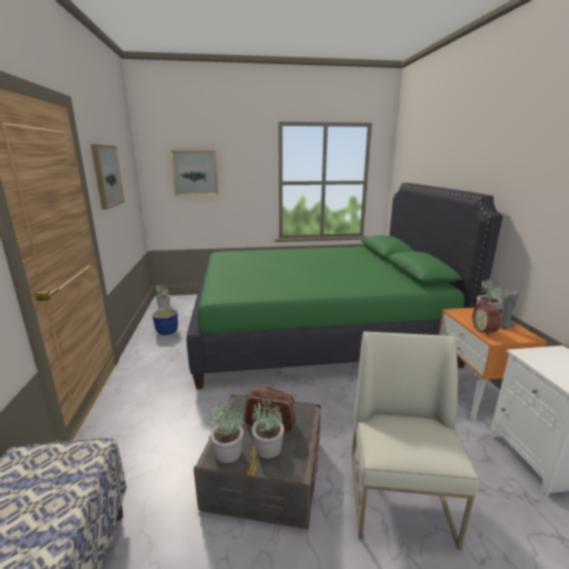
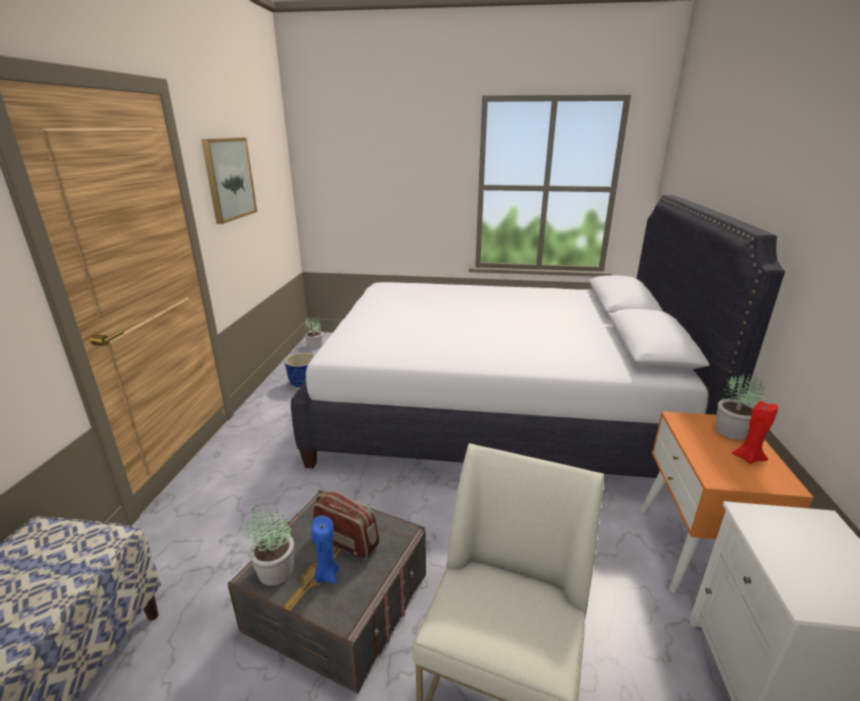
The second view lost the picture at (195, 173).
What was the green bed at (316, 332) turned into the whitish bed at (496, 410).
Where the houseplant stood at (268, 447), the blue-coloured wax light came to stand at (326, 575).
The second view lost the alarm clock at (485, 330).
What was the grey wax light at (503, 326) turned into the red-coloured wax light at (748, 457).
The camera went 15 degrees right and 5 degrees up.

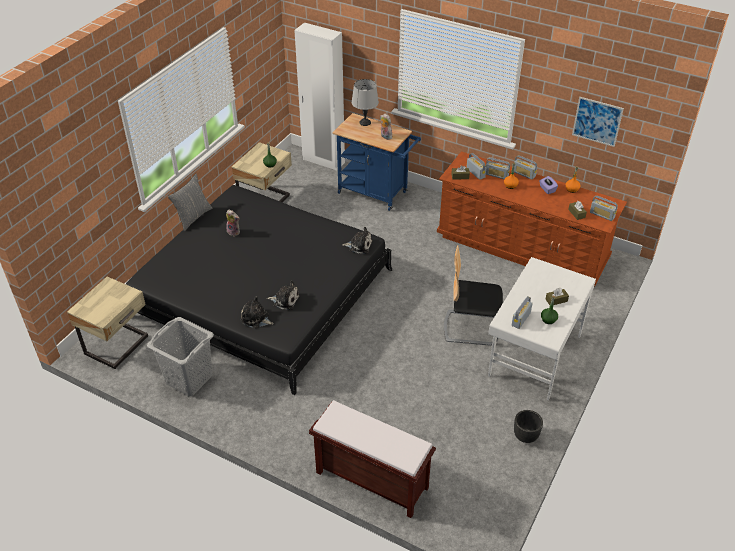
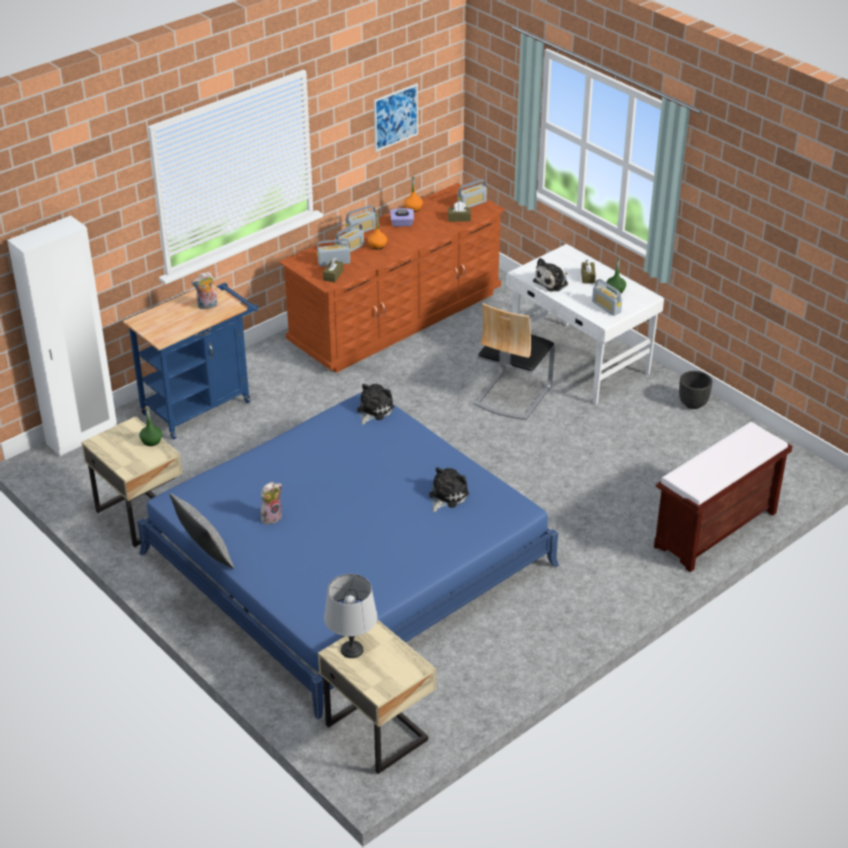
What was the blackish bed at (261, 293) turned into the blue-coloured bed at (348, 559).
The second view lost the grey washing basket at (189, 378).
The plush toy ended up elsewhere, having gone from (256, 319) to (552, 282).
The grey table lamp ended up elsewhere, having gone from (364, 122) to (351, 650).
The camera went 70 degrees left and 5 degrees down.

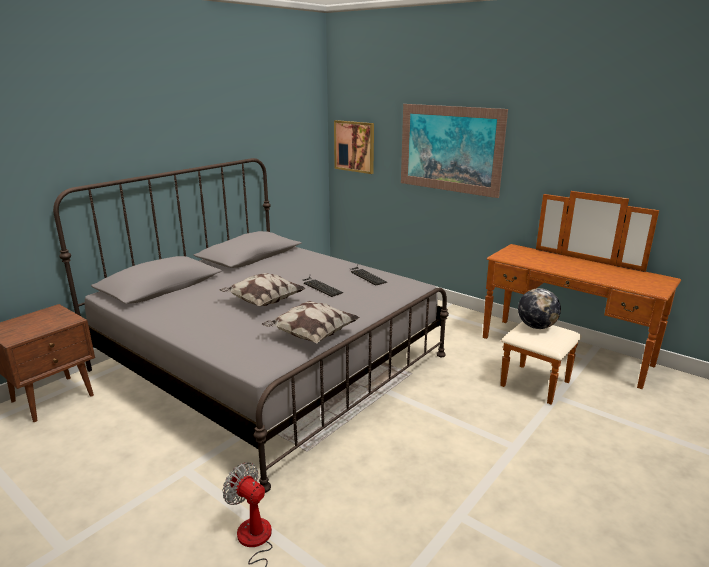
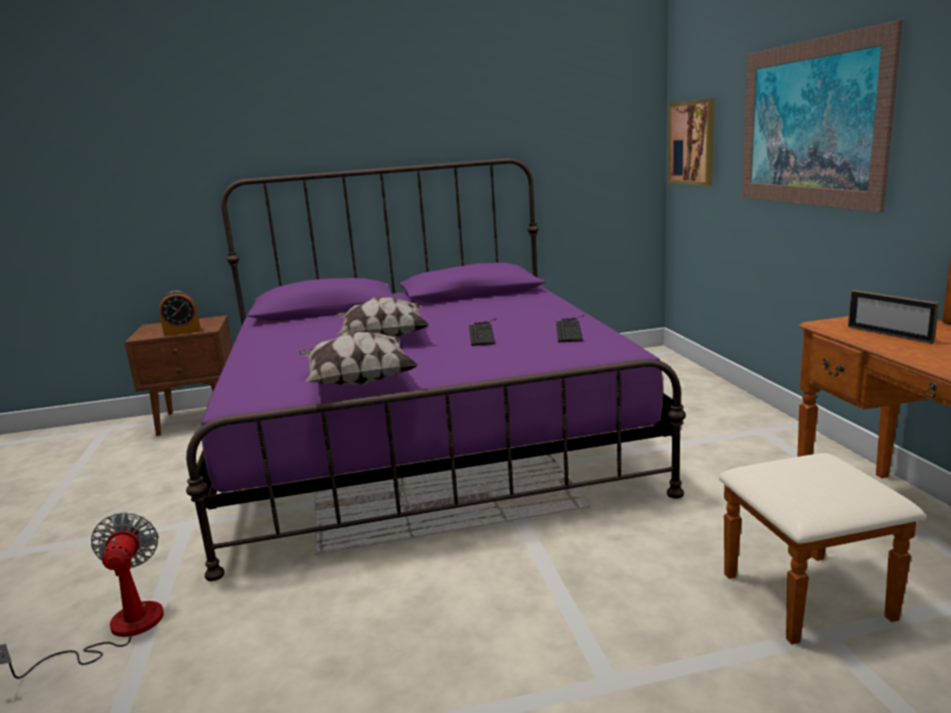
What was the grey bed at (269, 363) turned into the purple bed at (424, 439).
The second view lost the desk globe at (536, 326).
The second view gained the alarm clock at (182, 332).
The second view gained the picture frame at (888, 335).
The camera went 40 degrees right and 5 degrees down.

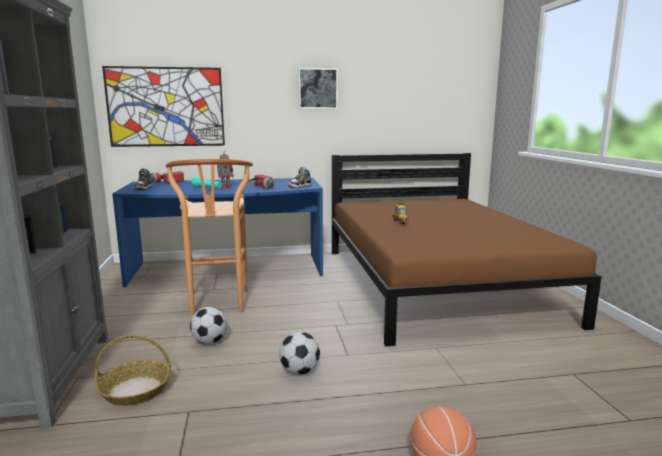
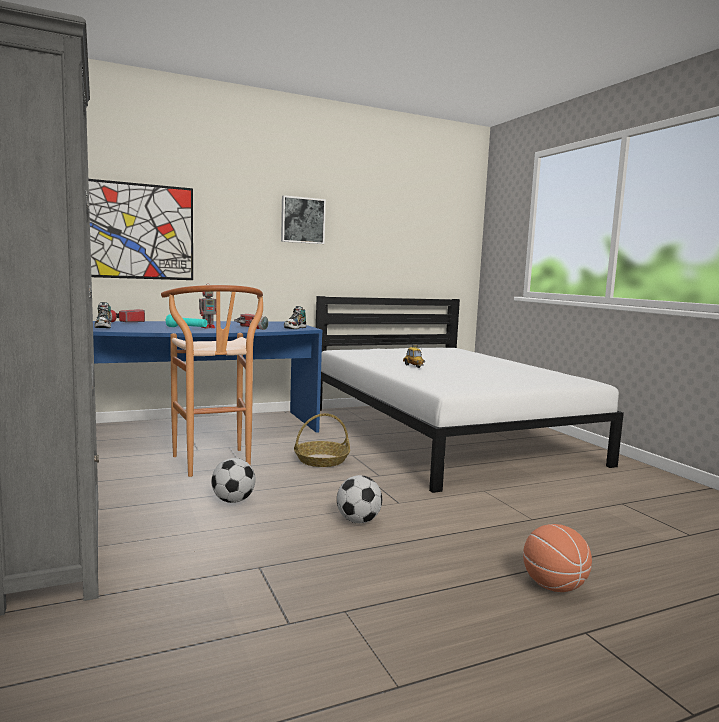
The household basket ended up elsewhere, having gone from (135, 390) to (321, 460).
What was the brown-coloured bed at (435, 283) turned into the whitish bed at (444, 434).
The camera went 15 degrees left and 5 degrees down.

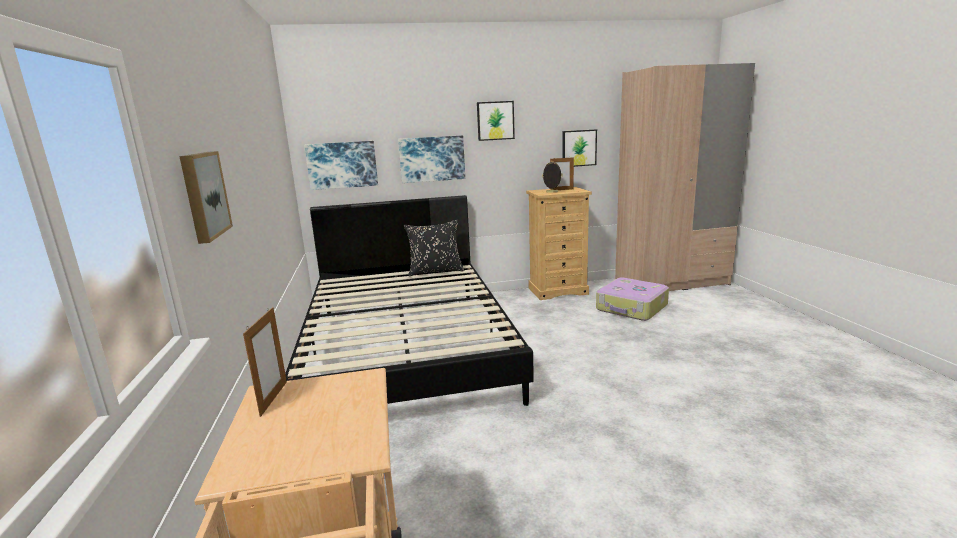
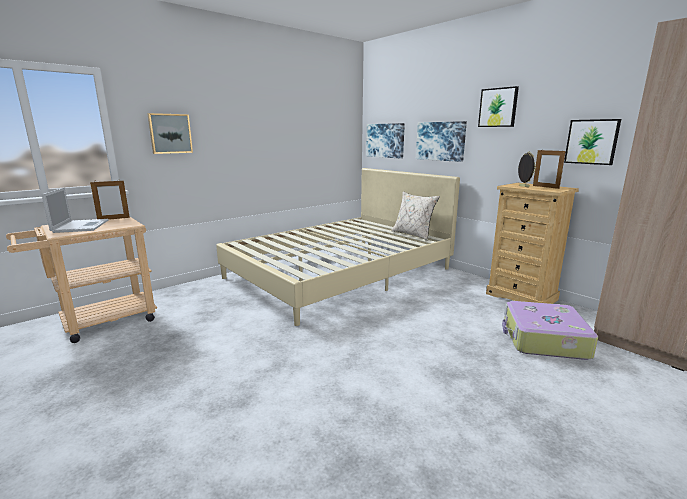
What was the blackish bed at (407, 348) turned into the beige bed at (340, 273).
What was the blackish throw pillow at (435, 271) turned into the beige throw pillow at (413, 234).
The second view gained the notebook computer at (81, 226).
The camera went 60 degrees right and 0 degrees up.

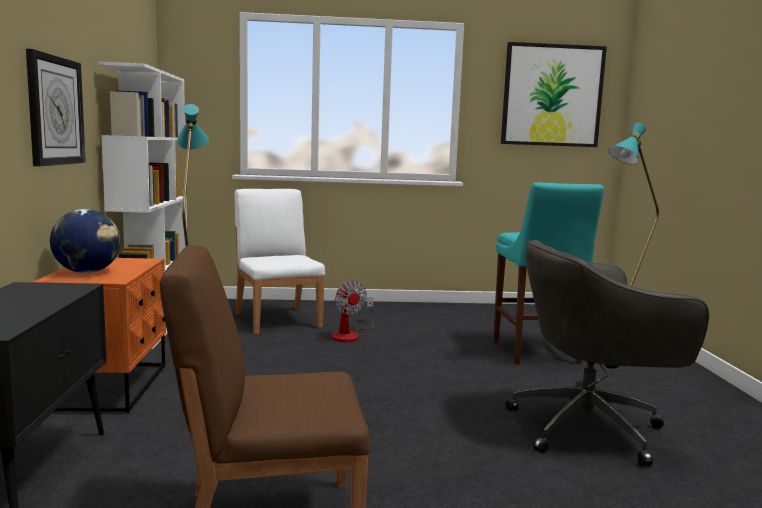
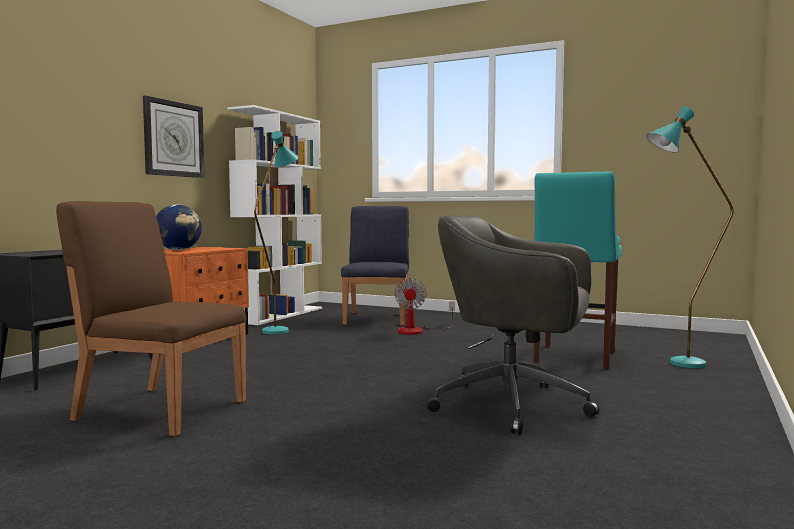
What was the whitish plain chair at (278, 319) turned into the blue-coloured plain chair at (377, 318).
The second view lost the picture at (552, 95).
The camera went 30 degrees right and 5 degrees down.

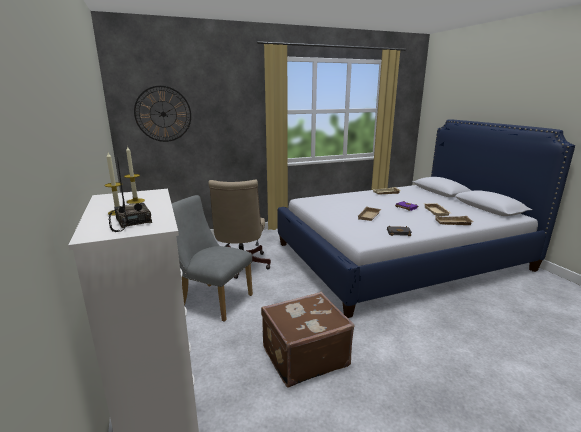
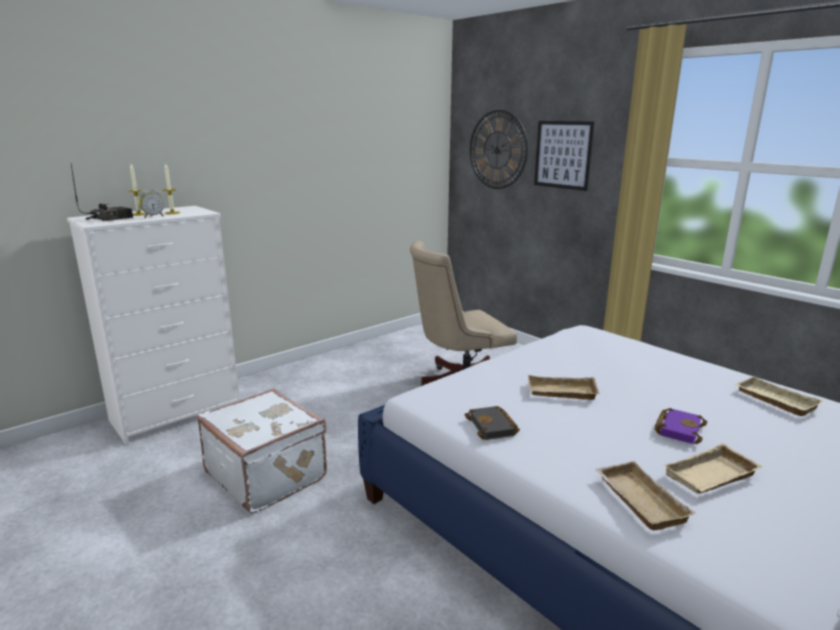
The second view lost the grey plain chair at (212, 300).
What was the brown-coloured suitcase at (303, 356) turned into the whitish suitcase at (267, 474).
The second view gained the alarm clock at (153, 217).
The second view gained the picture at (563, 155).
The camera went 70 degrees right and 0 degrees up.

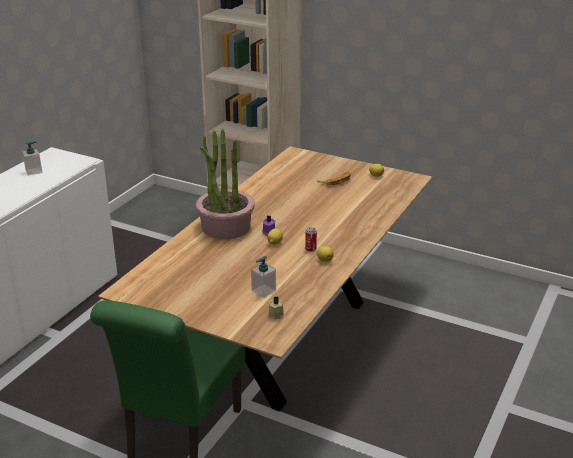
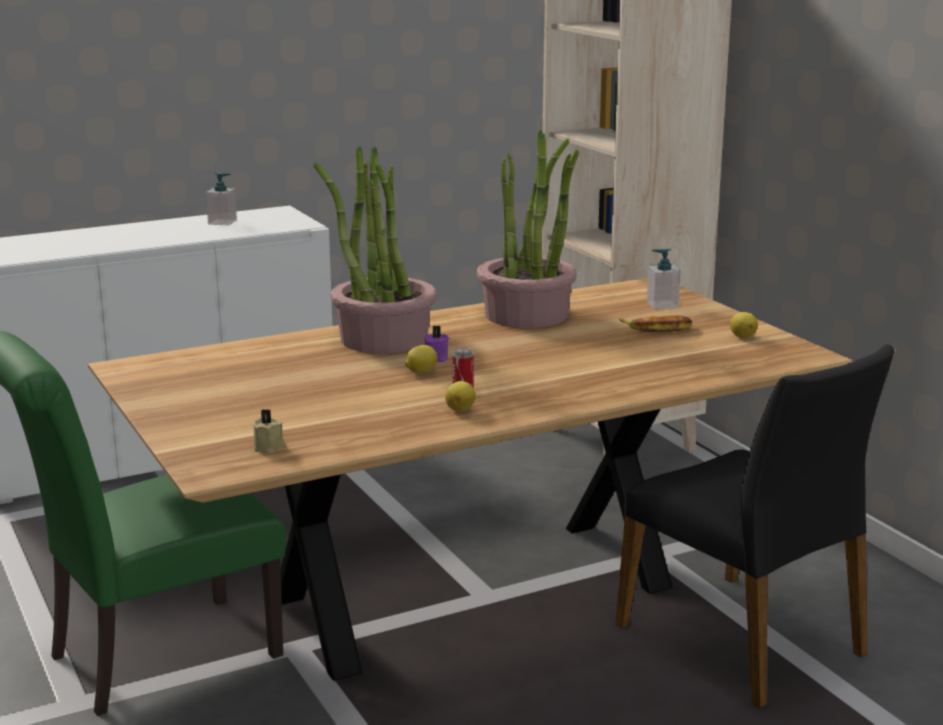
The soap dispenser ended up elsewhere, having gone from (263, 291) to (662, 304).
The second view gained the houseplant at (527, 315).
The second view gained the blackish plain chair at (743, 639).
The camera went 35 degrees right and 10 degrees down.

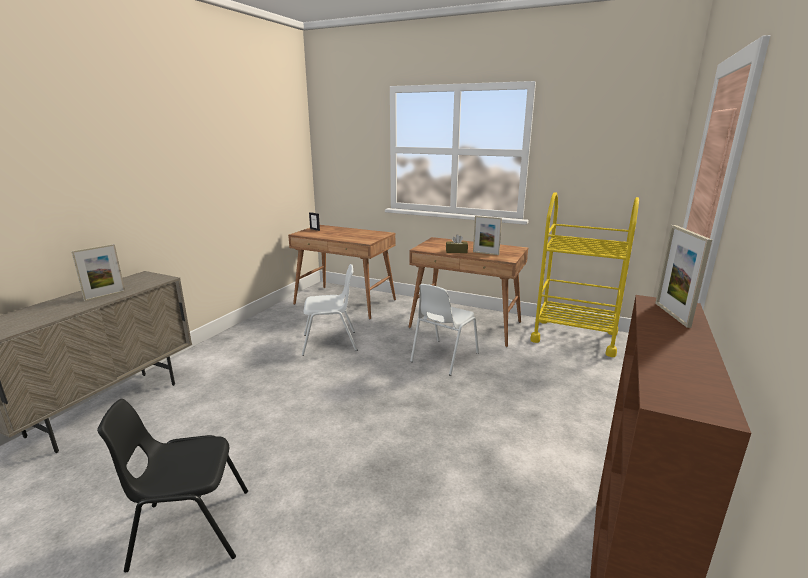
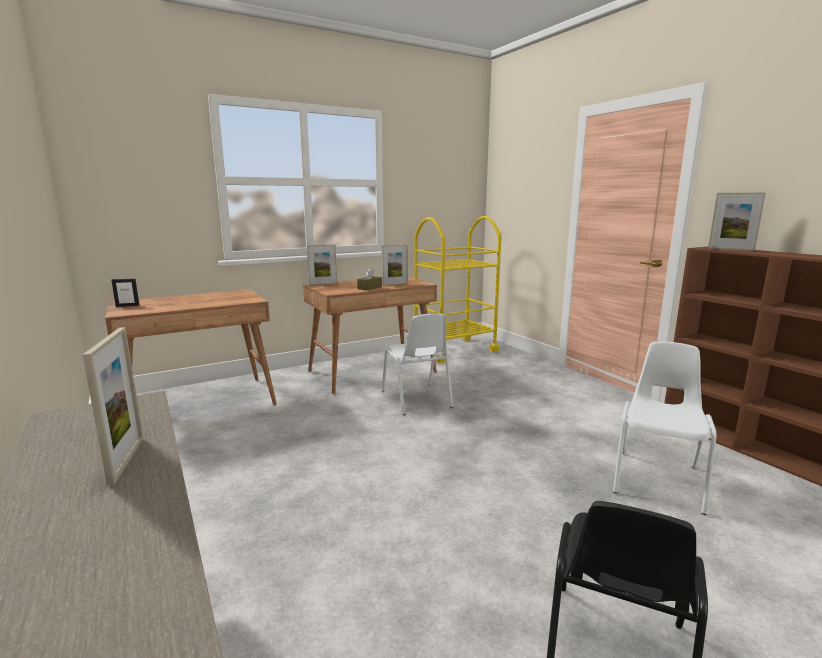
The whitish plain chair ended up elsewhere, having gone from (331, 343) to (658, 479).
The second view gained the picture frame at (323, 284).
The camera went 55 degrees left and 5 degrees down.

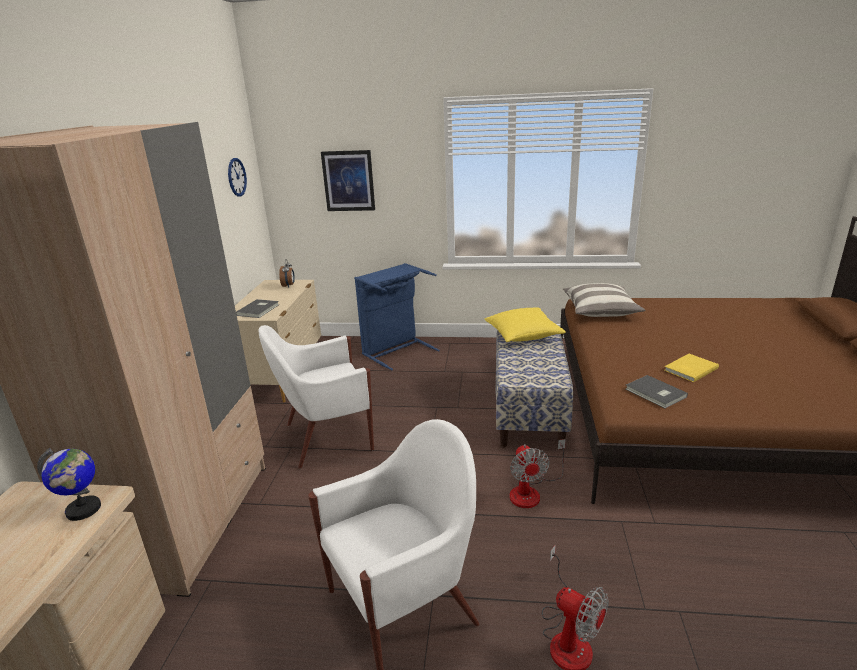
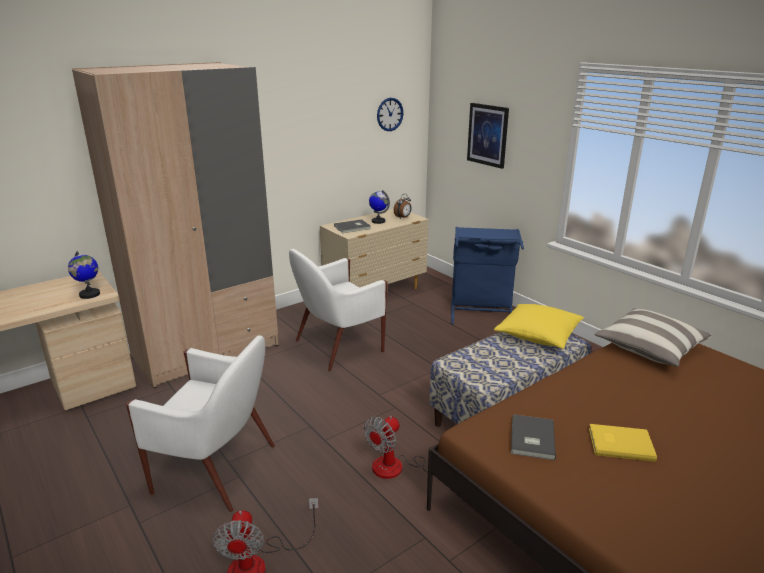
The whitish lounge chair at (326, 437) ended up facing another way, 60 degrees counterclockwise from before.
The second view gained the desk globe at (378, 221).
The camera went 45 degrees right and 0 degrees up.

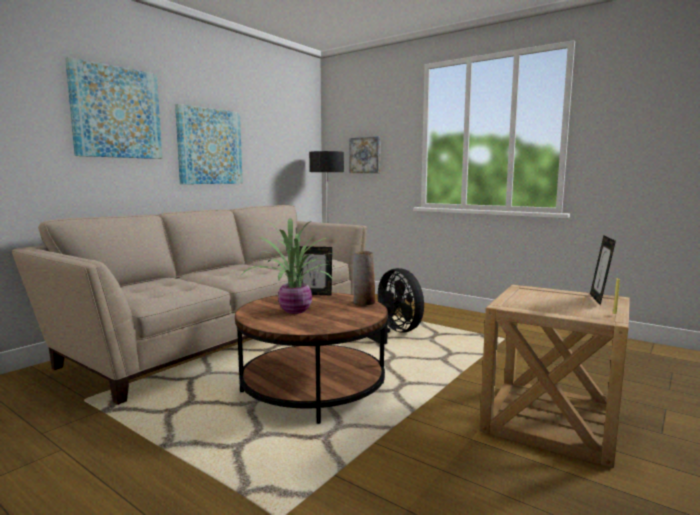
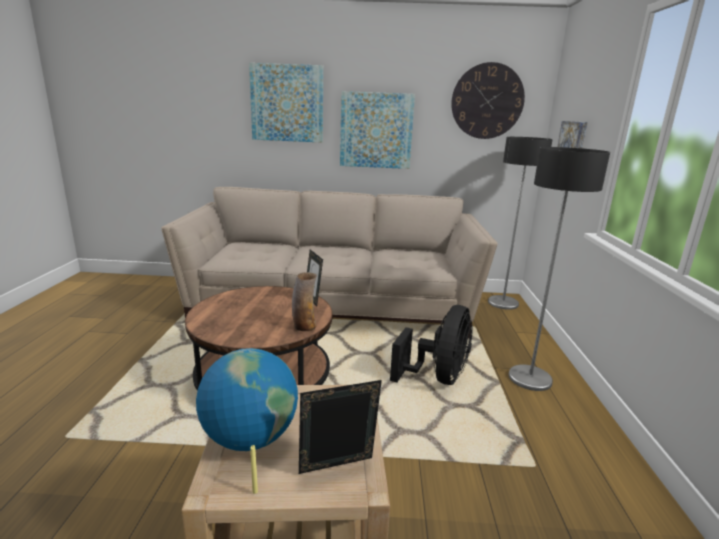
The second view lost the houseplant at (295, 310).
The second view gained the desk globe at (250, 438).
The second view gained the clock on the wall at (487, 101).
The second view gained the standard lamp at (529, 378).
The camera went 55 degrees right and 10 degrees up.

